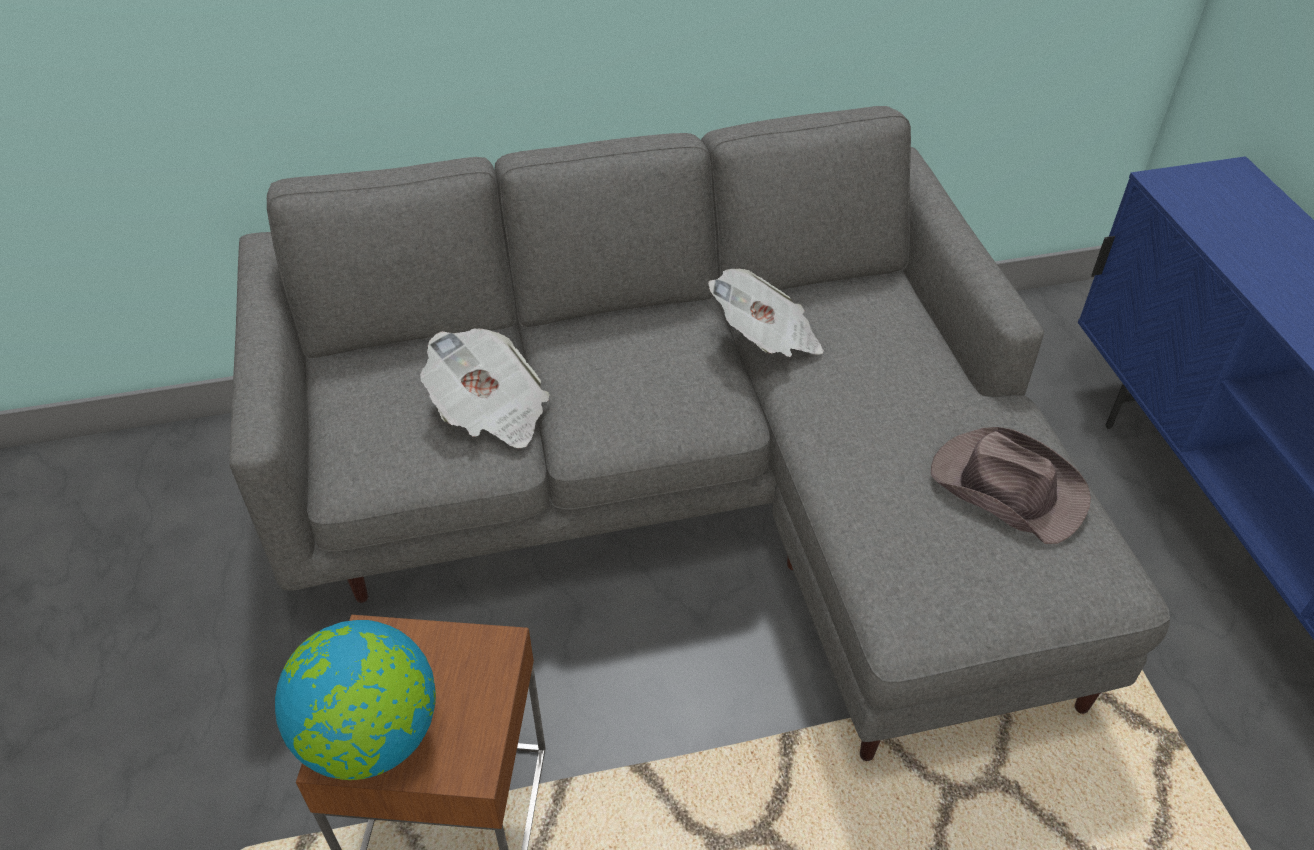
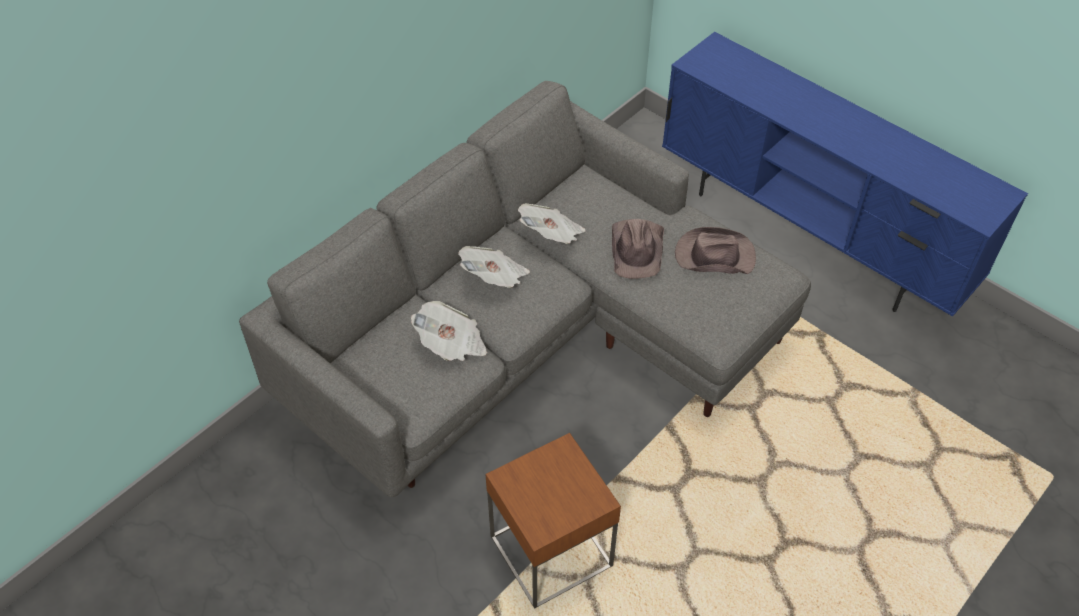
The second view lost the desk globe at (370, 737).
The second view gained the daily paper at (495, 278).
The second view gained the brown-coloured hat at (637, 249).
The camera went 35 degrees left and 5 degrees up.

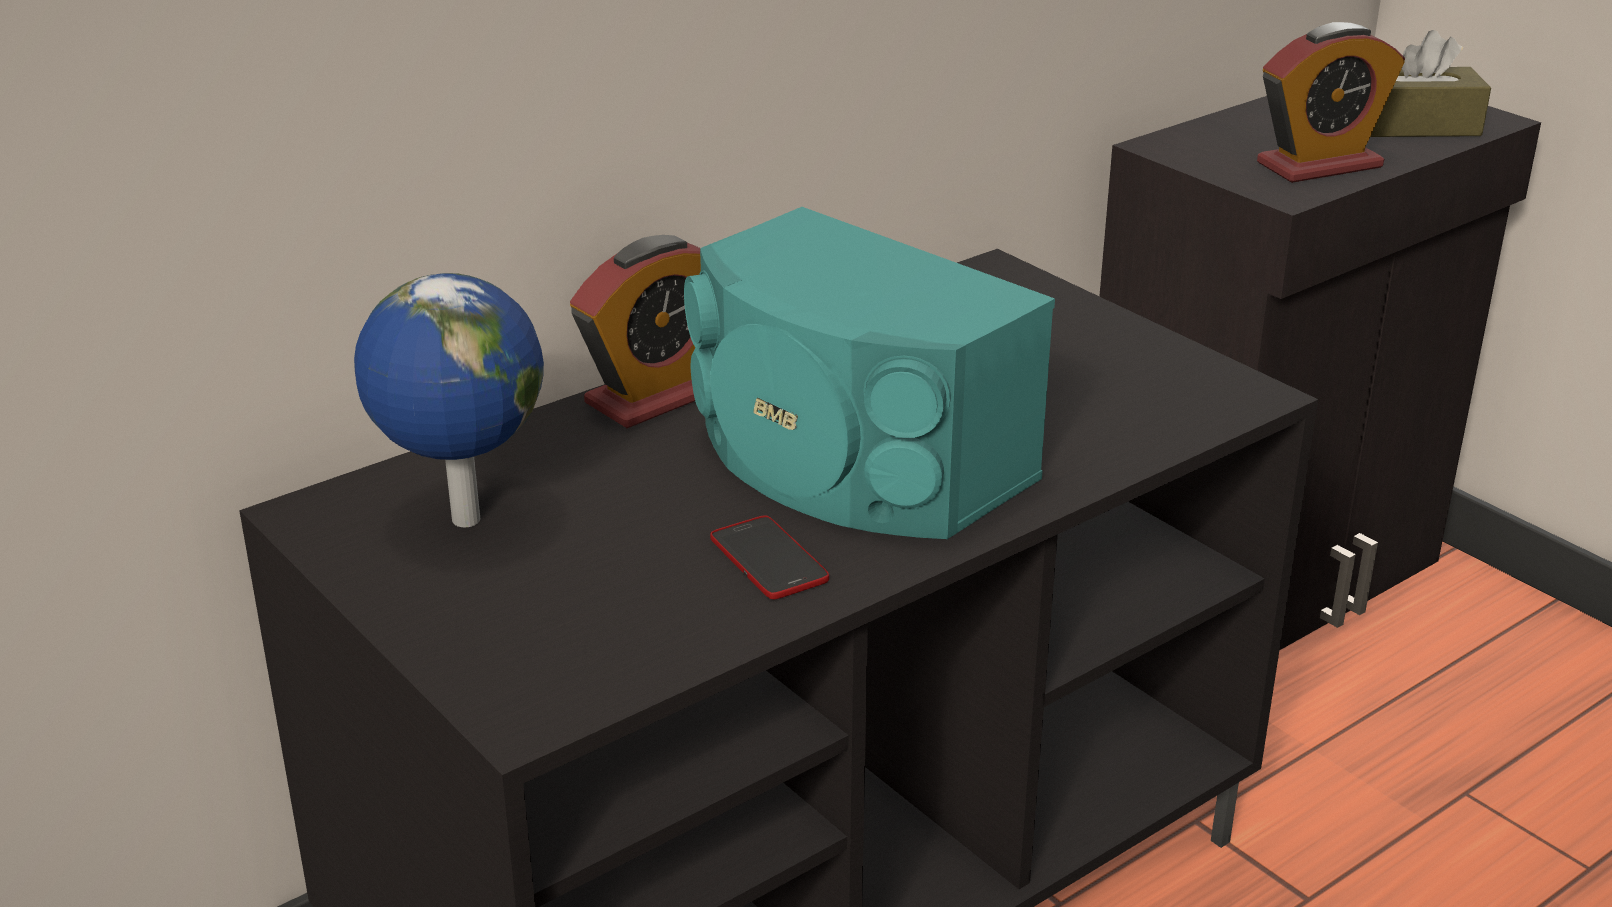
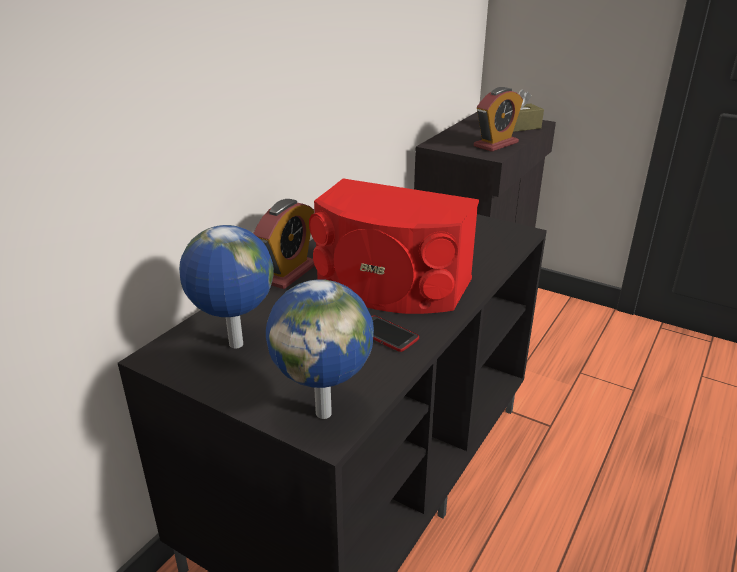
What was the turquoise speaker at (851, 461) turned into the red-coloured speaker at (390, 285).
The second view gained the desk globe at (325, 411).
The camera went 20 degrees left and 0 degrees up.

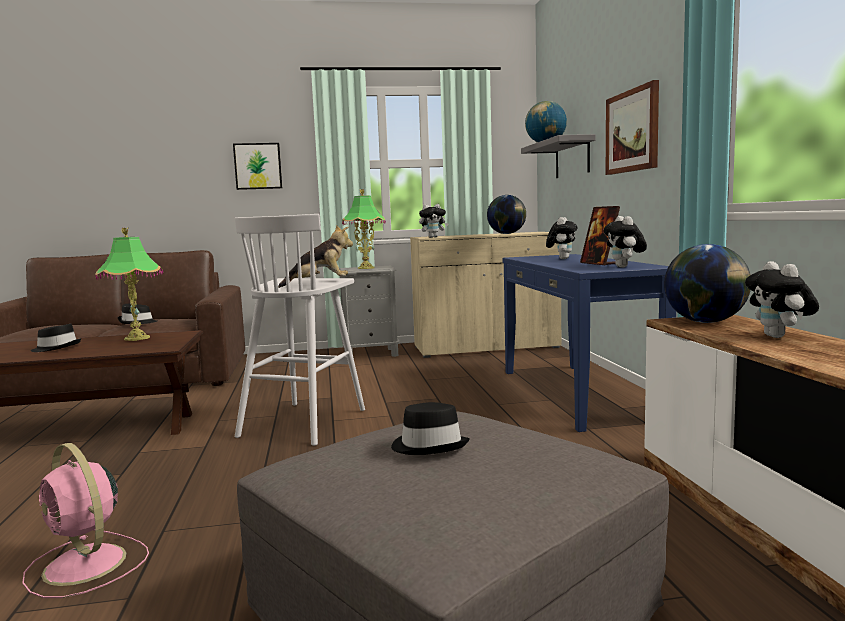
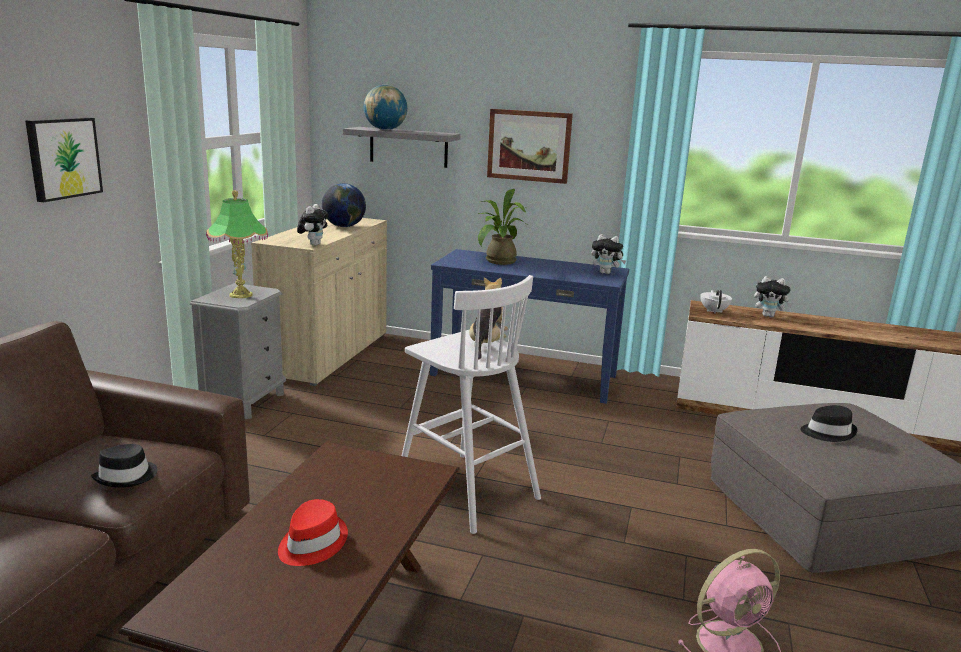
What was the blackish hat at (57, 348) turned into the red-coloured hat at (311, 543).
The second view lost the table lamp at (136, 338).
Where the plush toy stood at (562, 258), the houseplant came to stand at (498, 262).
The second view lost the picture frame at (599, 263).
Where the desk globe stood at (706, 322), the whitish teapot came to stand at (714, 311).
The camera went 65 degrees left and 10 degrees up.

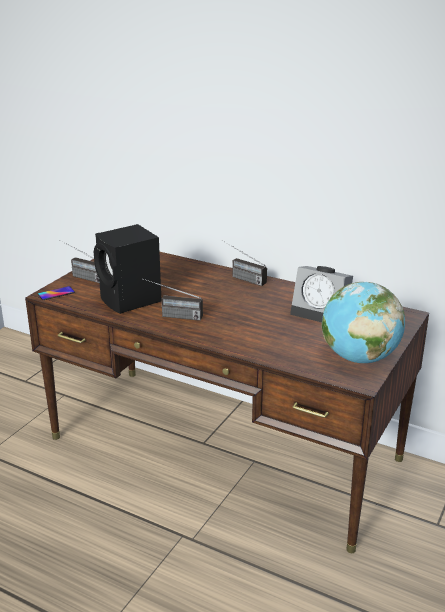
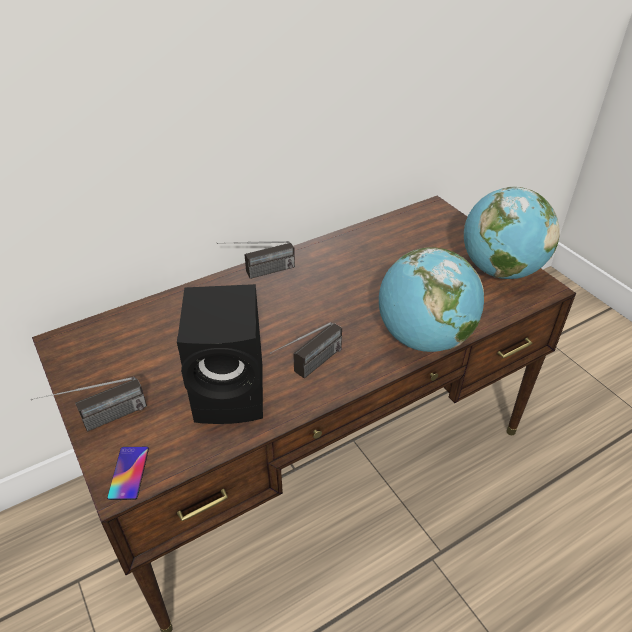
The second view lost the alarm clock at (322, 312).
The second view gained the desk globe at (423, 338).
The camera went 60 degrees left and 15 degrees up.

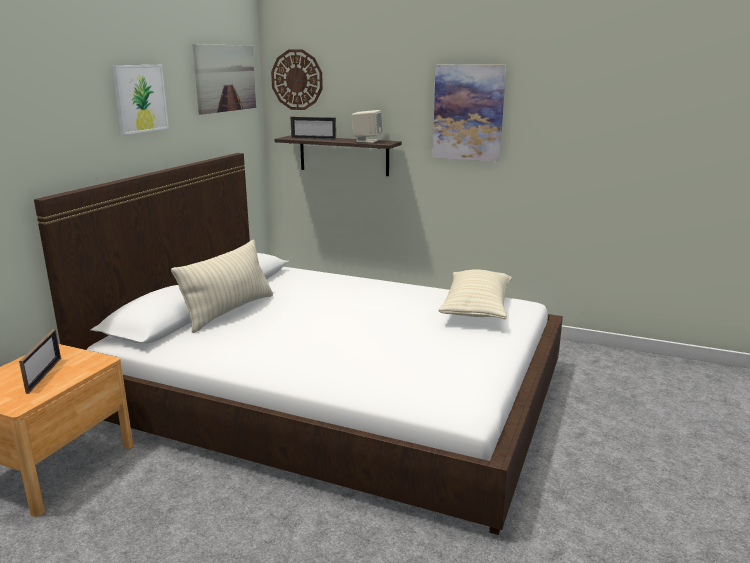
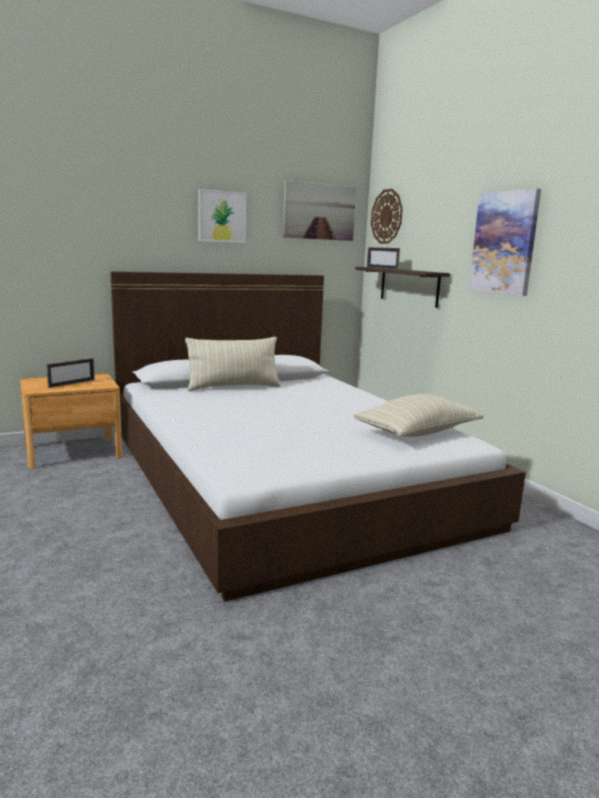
The second view lost the beige speaker at (367, 141).
The camera went 40 degrees right and 5 degrees down.

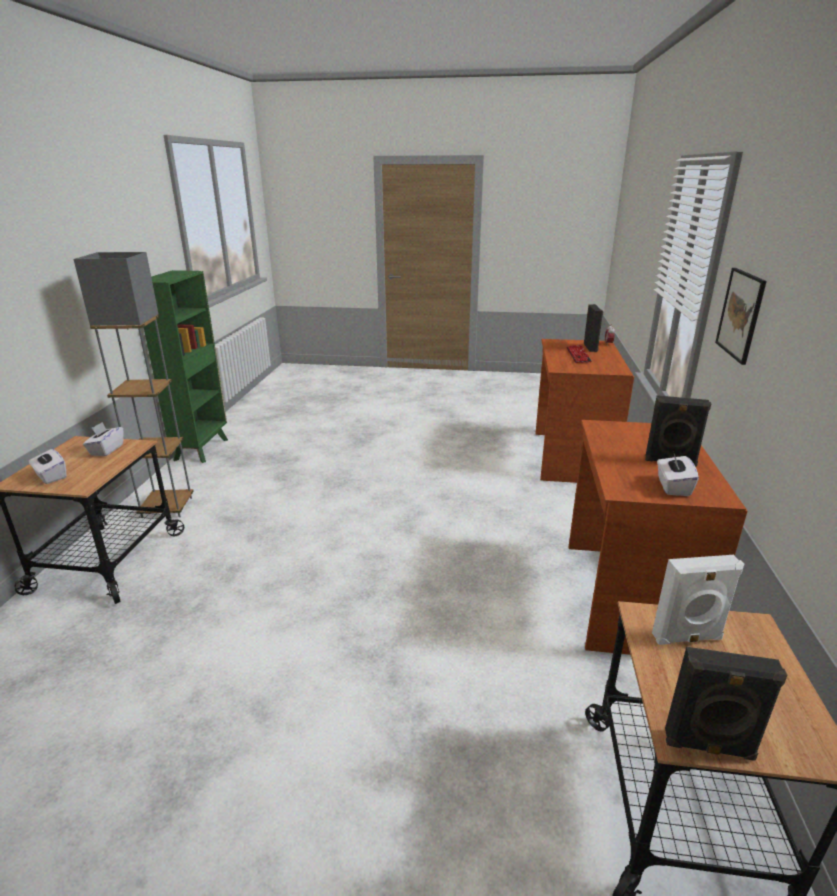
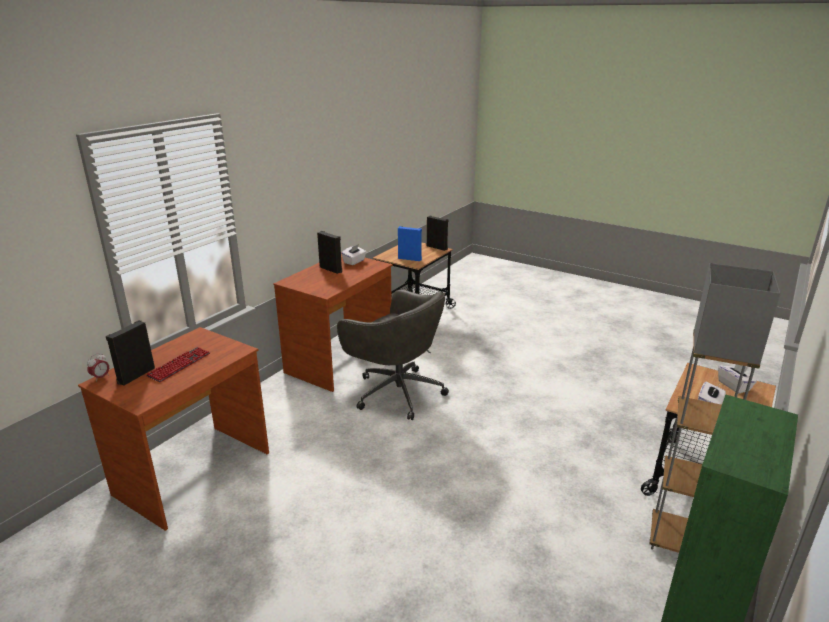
What was the whitish speaker at (687, 638) turned into the blue-coloured speaker at (410, 259).
The second view lost the picture at (740, 314).
The second view gained the grey computer chair at (396, 392).
The camera went 155 degrees left and 0 degrees up.

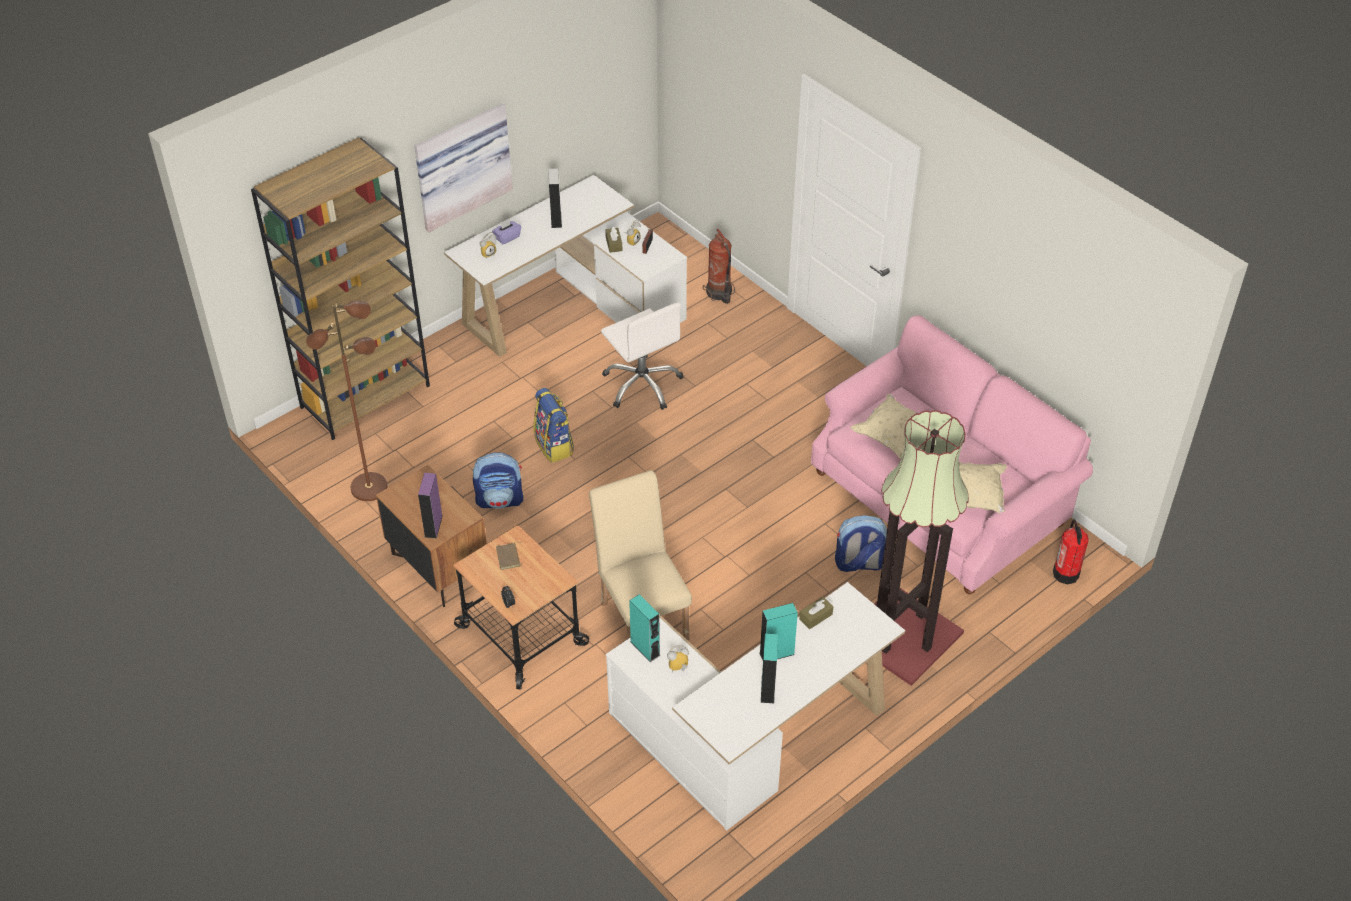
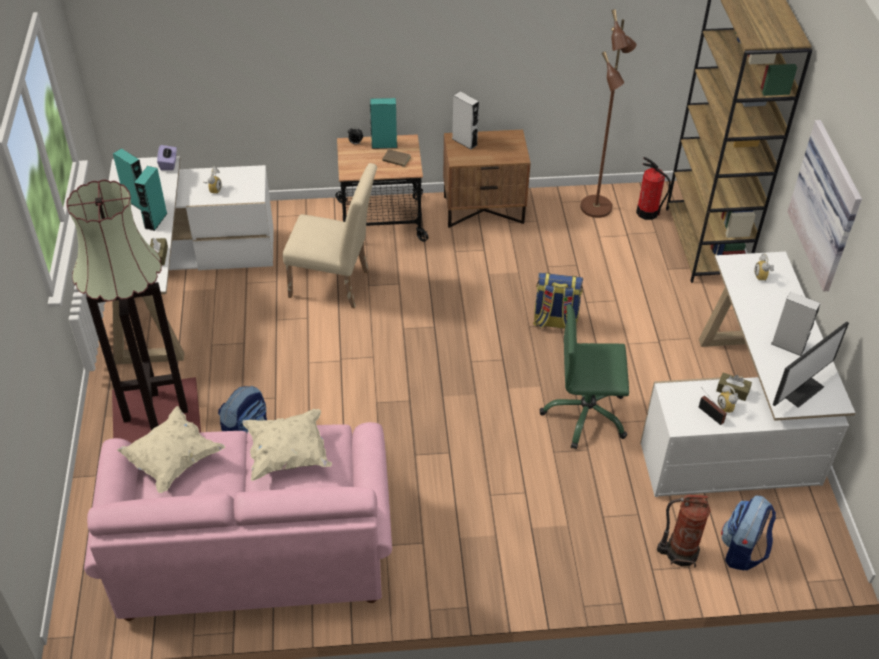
What was the purple speaker at (433, 526) turned into the grey speaker at (464, 142).
The backpack ended up elsewhere, having gone from (500, 500) to (742, 550).
The purple tissue holder ended up elsewhere, having gone from (507, 237) to (169, 164).
What was the whitish computer chair at (642, 384) turned into the green computer chair at (585, 415).
The turquoise speaker ended up elsewhere, having gone from (645, 648) to (384, 145).
The extinguisher ended up elsewhere, having gone from (1066, 573) to (647, 213).
The second view gained the computer screen at (800, 389).
The camera went 125 degrees right and 0 degrees up.

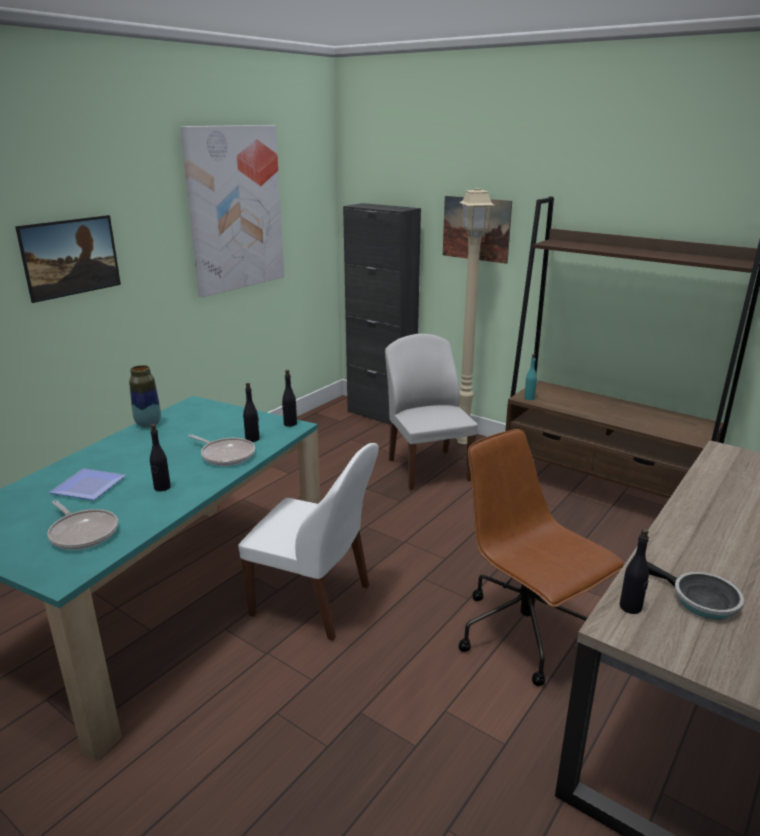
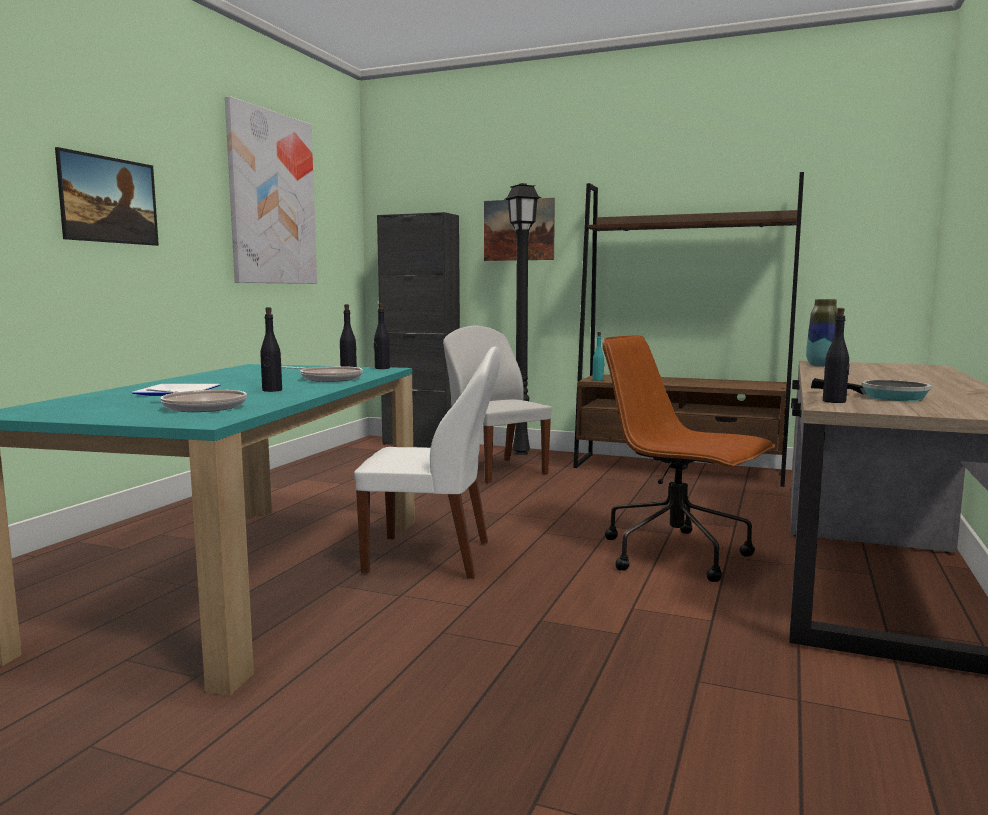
The decorative vase ended up elsewhere, having gone from (148, 424) to (821, 365).
What was the beige standard lamp at (462, 441) turned into the blackish standard lamp at (519, 453).
The camera went 15 degrees left and 15 degrees down.

